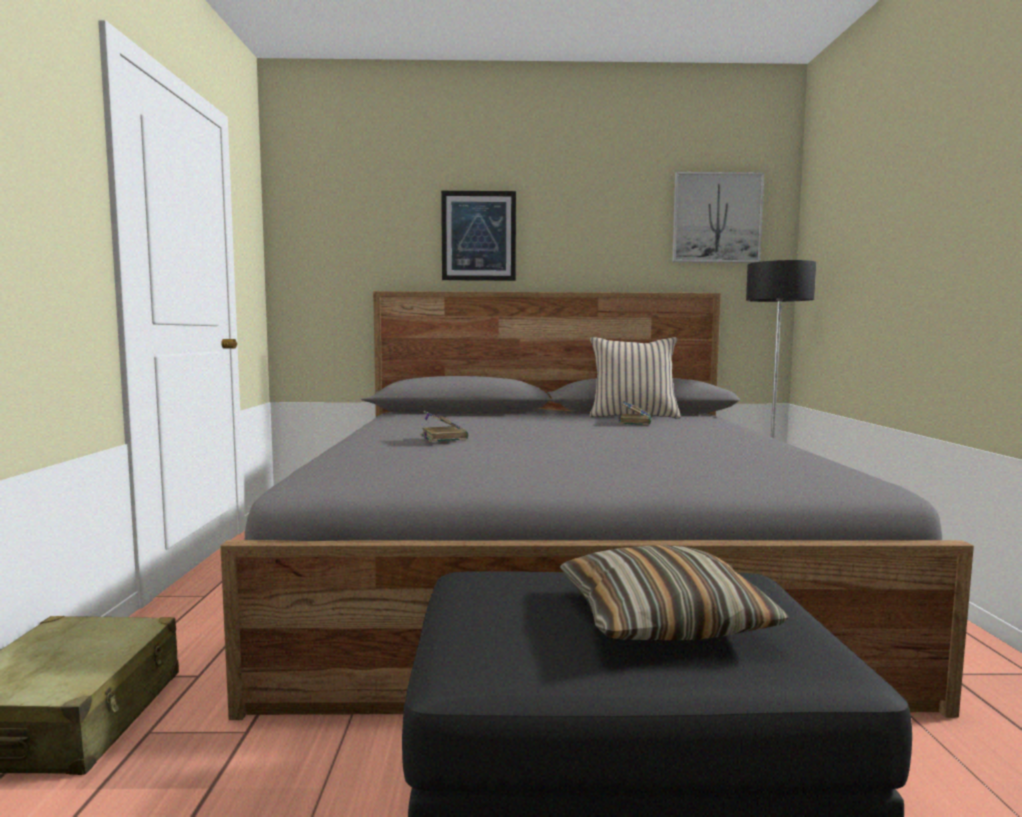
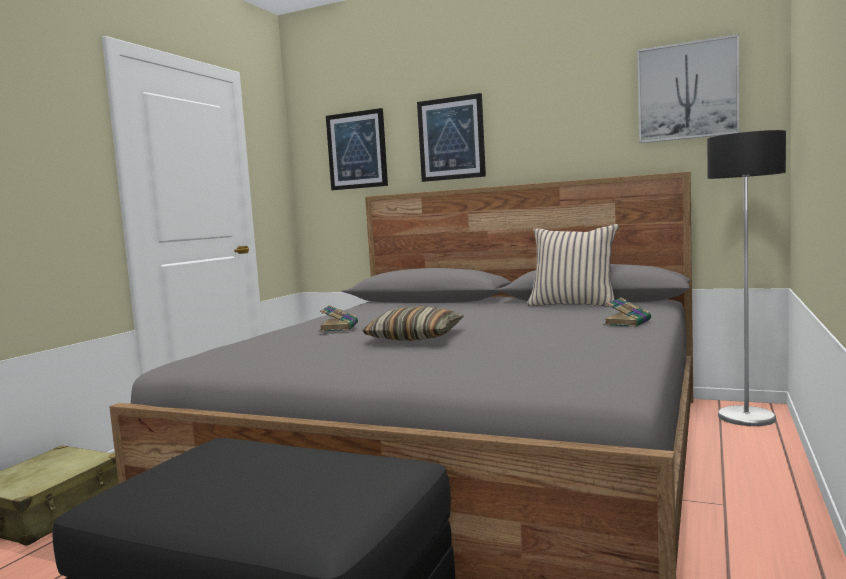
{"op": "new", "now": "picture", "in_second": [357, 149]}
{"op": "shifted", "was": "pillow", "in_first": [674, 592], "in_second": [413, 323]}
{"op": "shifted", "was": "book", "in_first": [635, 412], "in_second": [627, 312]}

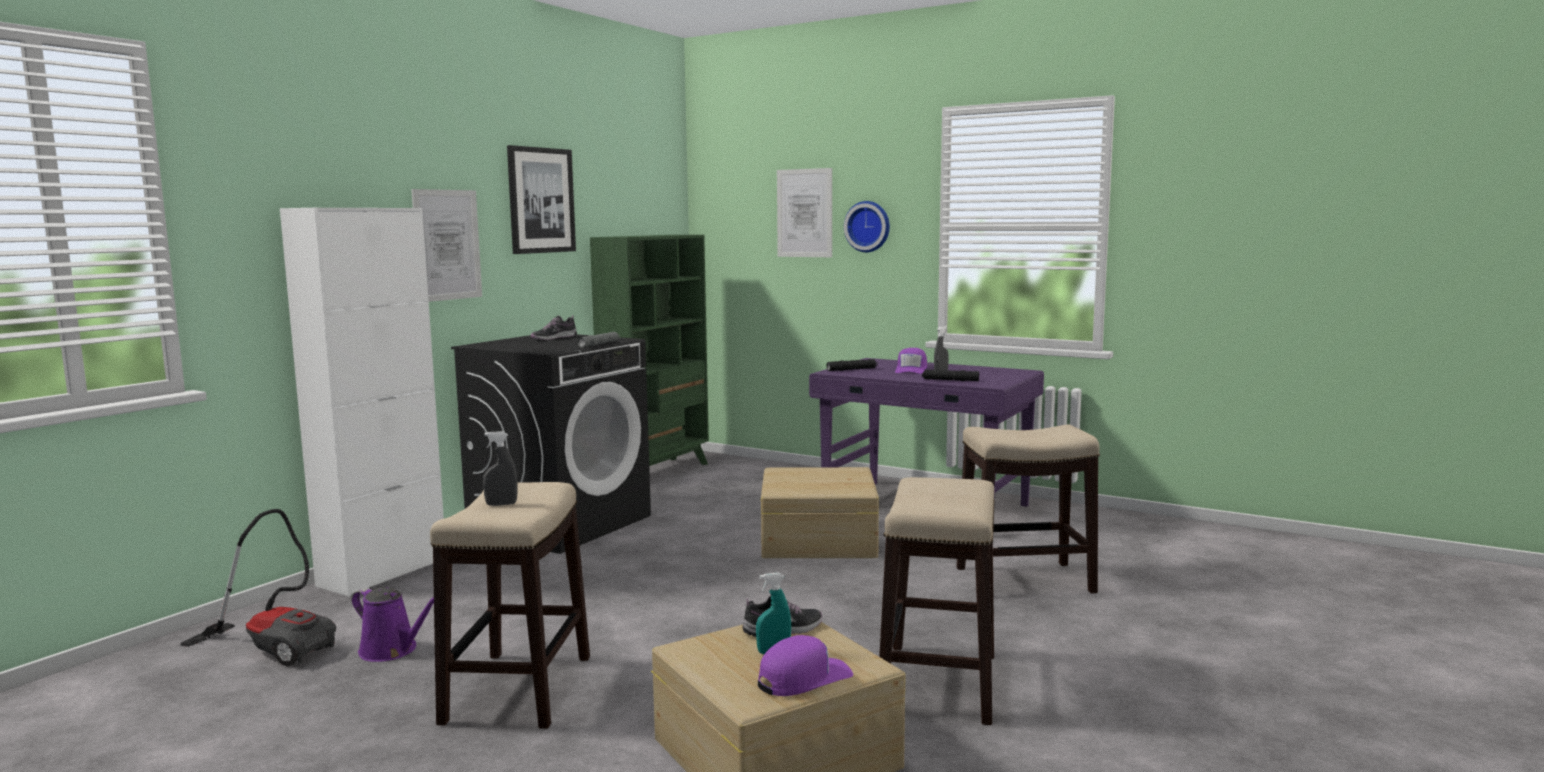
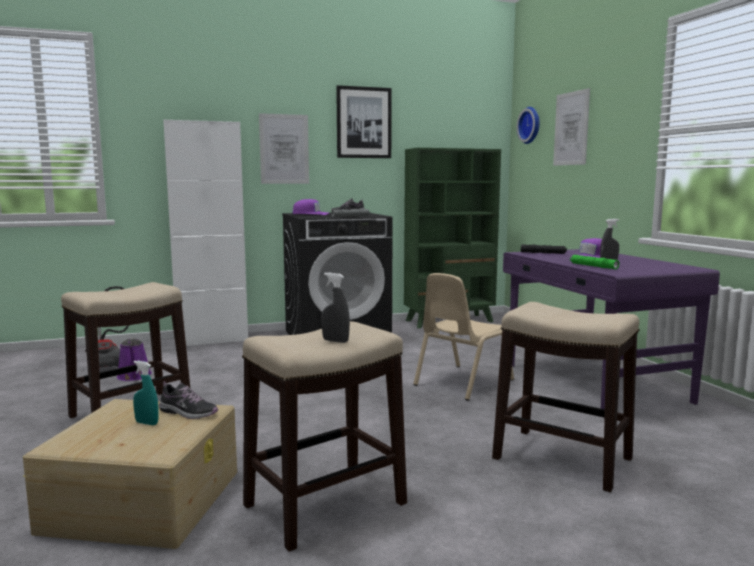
{"op": "shifted", "was": "grey spray bottle", "in_first": [500, 468], "in_second": [335, 307]}
{"op": "shifted", "was": "purple cap", "in_first": [805, 665], "in_second": [311, 207]}
{"op": "shifted", "was": "wall clock", "in_first": [867, 226], "in_second": [528, 125]}
{"op": "swapped", "was": "beige storage box", "now": "beige chair", "in_first": [820, 512], "in_second": [463, 337]}
{"op": "repainted", "was": "black flashlight", "now": "green flashlight", "in_first": [950, 375], "in_second": [594, 262]}

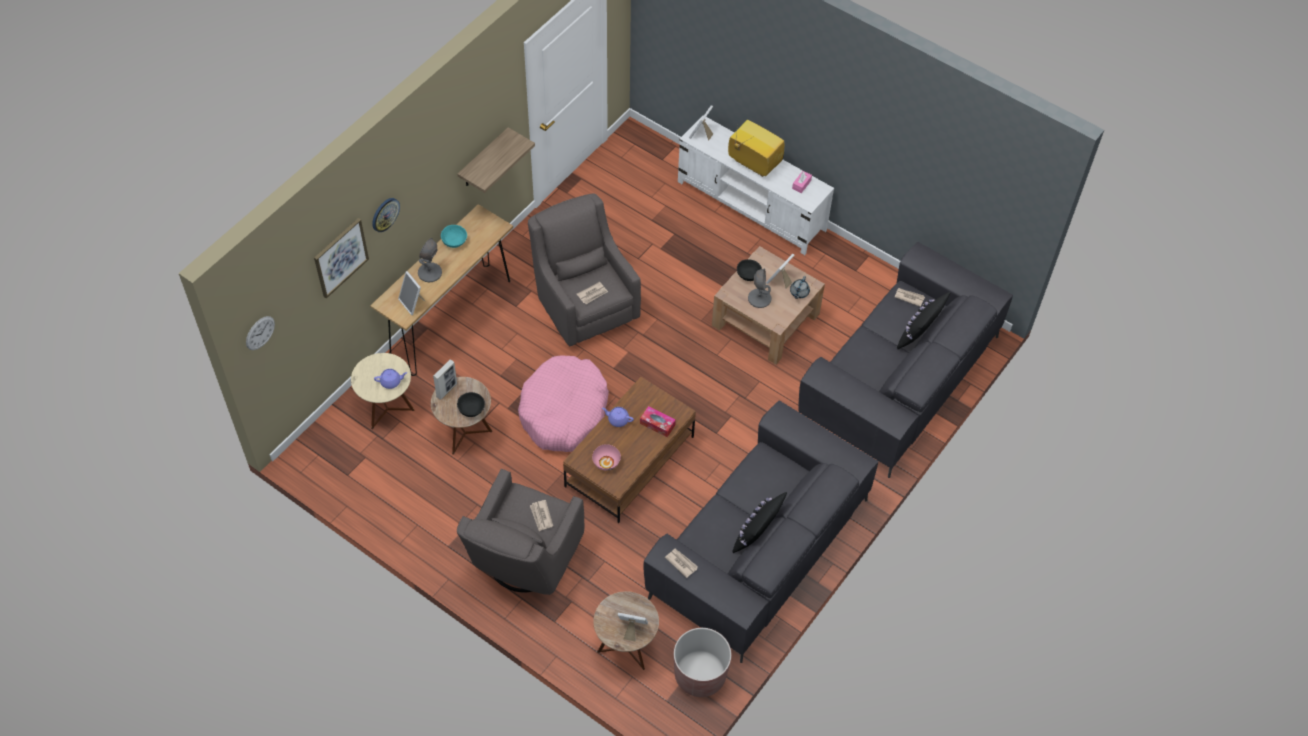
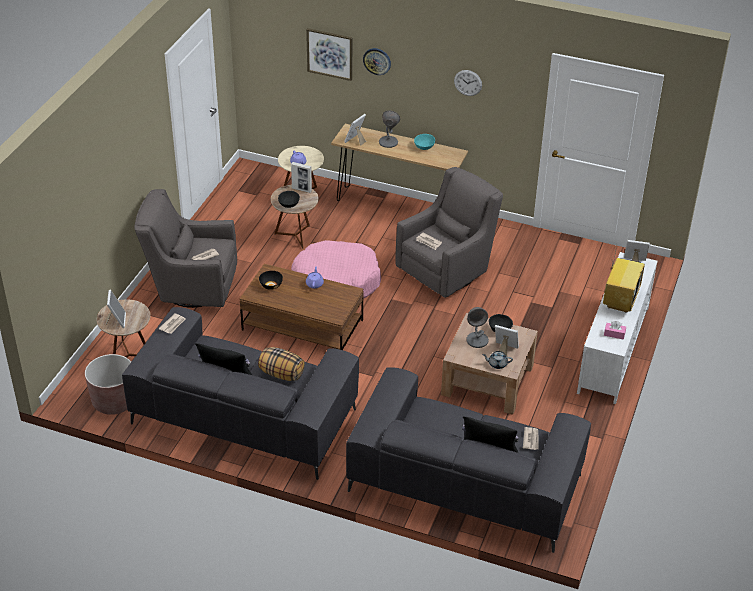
{"op": "gone", "was": "shelf", "in_first": [496, 160]}
{"op": "gone", "was": "tissue box", "in_first": [658, 421]}
{"op": "new", "now": "pillow", "in_second": [281, 364]}
{"op": "shifted", "was": "wall clock", "in_first": [260, 333], "in_second": [468, 83]}
{"op": "repainted", "was": "pink bowl", "now": "black bowl", "in_first": [606, 457], "in_second": [271, 280]}

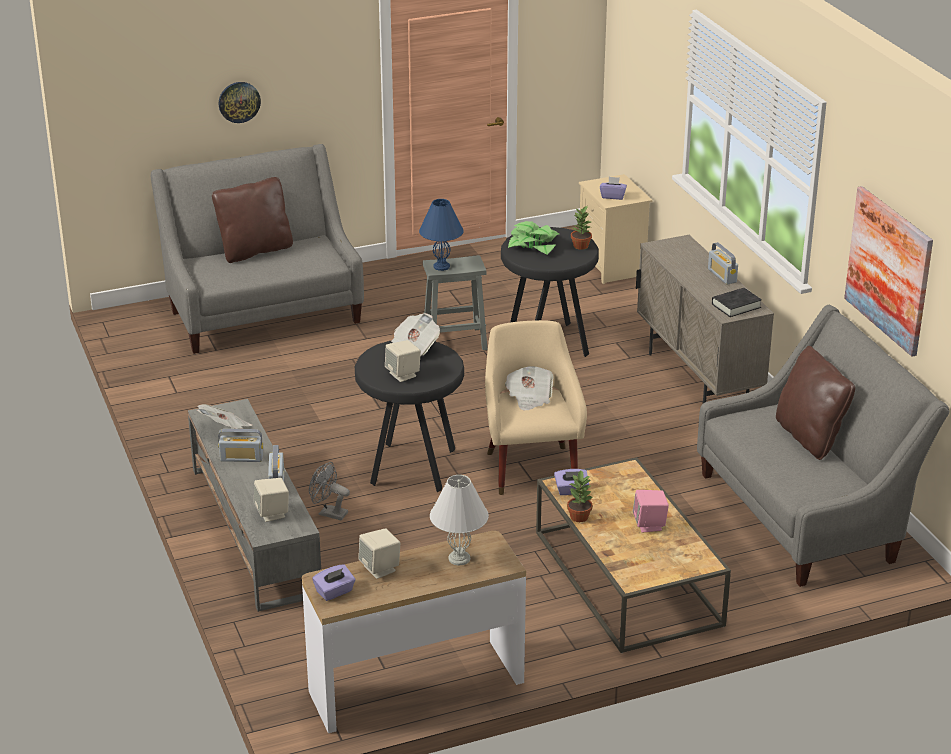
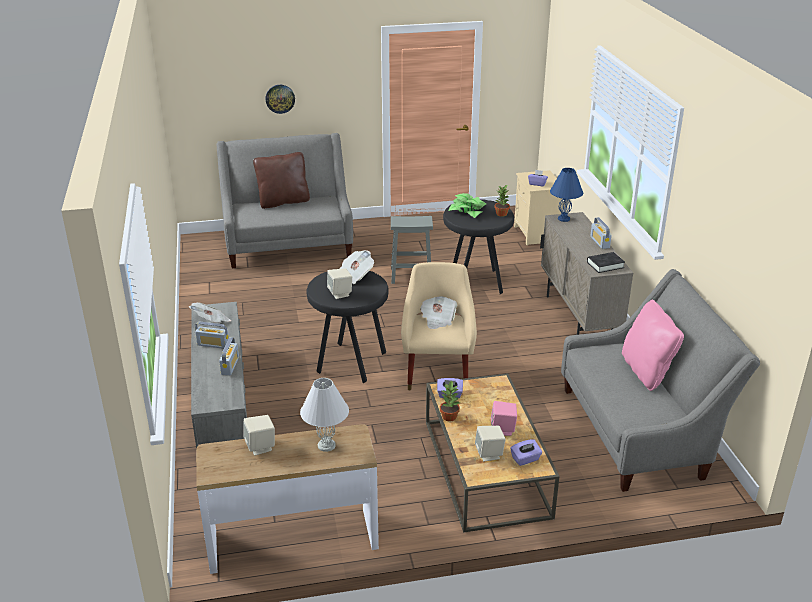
{"op": "gone", "was": "grey fan", "in_first": [329, 491]}
{"op": "gone", "was": "picture", "in_first": [888, 271]}
{"op": "shifted", "was": "beige speaker", "in_first": [271, 500], "in_second": [490, 444]}
{"op": "shifted", "was": "purple tissue box", "in_first": [334, 582], "in_second": [526, 452]}
{"op": "shifted", "was": "blue table lamp", "in_first": [441, 235], "in_second": [566, 195]}
{"op": "repainted", "was": "brown pillow", "now": "pink pillow", "in_first": [815, 403], "in_second": [653, 345]}

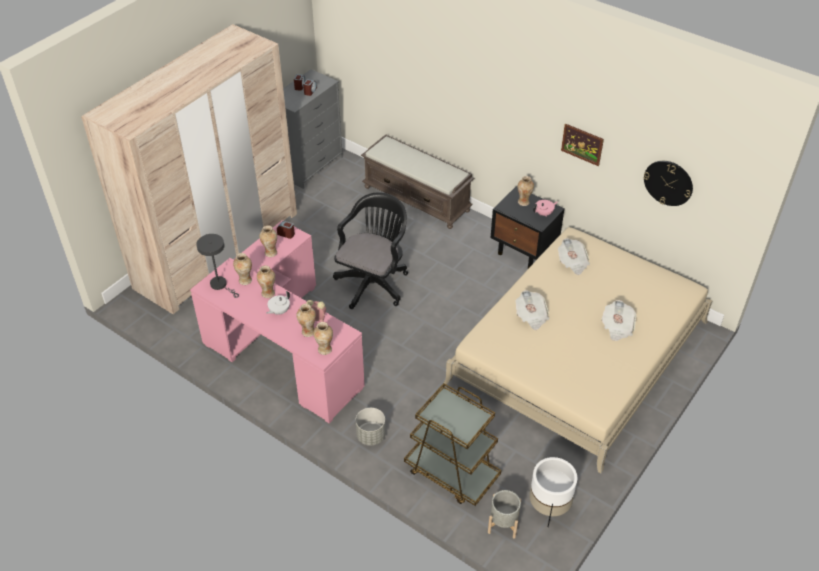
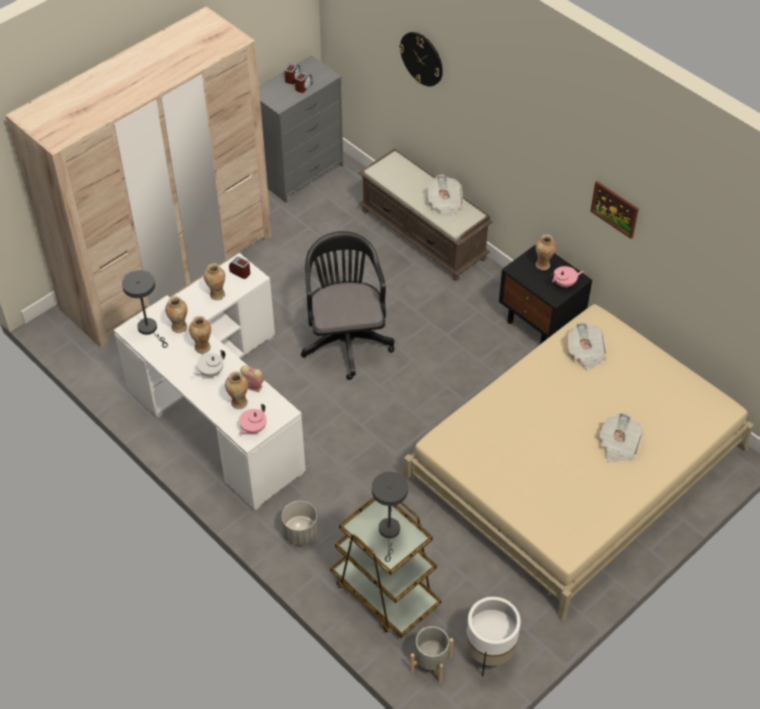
{"op": "new", "now": "grey table lamp", "in_second": [390, 517]}
{"op": "shifted", "was": "newspaper", "in_first": [532, 310], "in_second": [445, 196]}
{"op": "shifted", "was": "wall clock", "in_first": [668, 183], "in_second": [421, 59]}
{"op": "swapped", "was": "vase", "now": "pink teapot", "in_first": [323, 338], "in_second": [253, 419]}
{"op": "repainted", "was": "pink desk", "now": "white desk", "in_first": [277, 321], "in_second": [210, 382]}
{"op": "rotated", "was": "black office chair", "in_first": [370, 250], "in_second": [348, 305], "clockwise": -45}

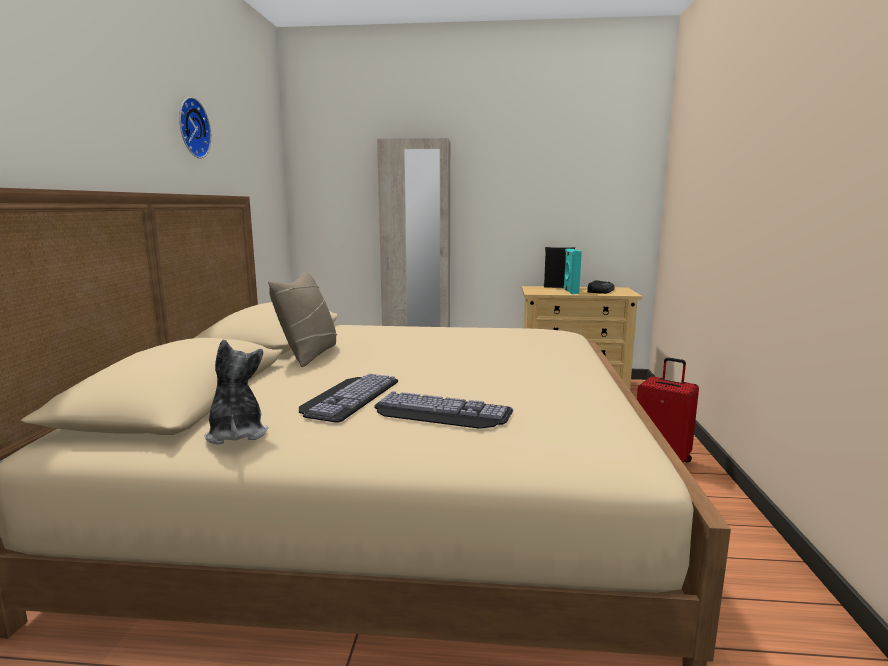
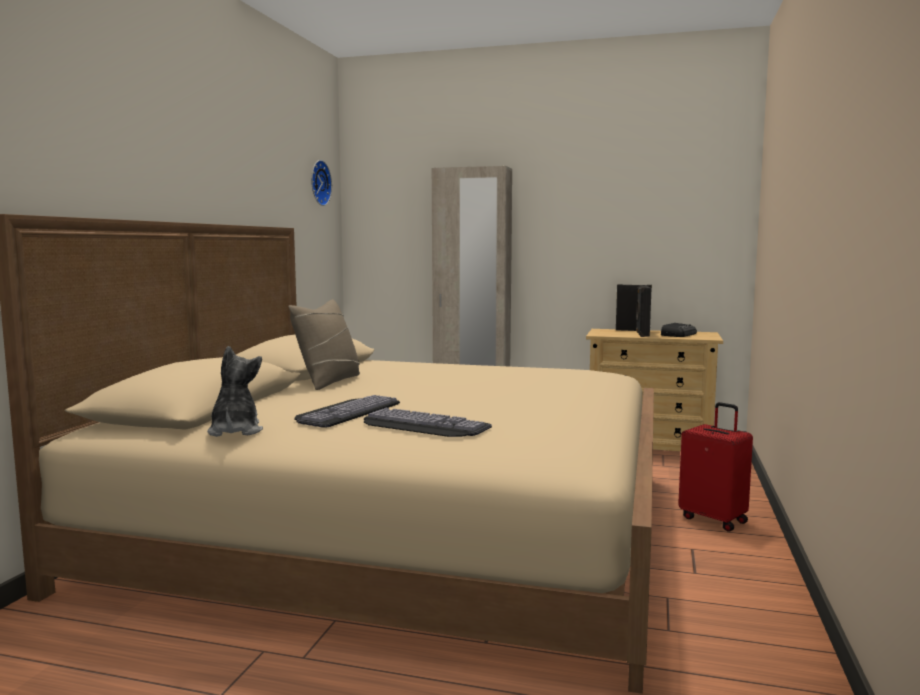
{"op": "shifted", "was": "wall clock", "in_first": [195, 127], "in_second": [321, 183]}
{"op": "repainted", "was": "turquoise speaker", "now": "black speaker", "in_first": [572, 271], "in_second": [644, 311]}

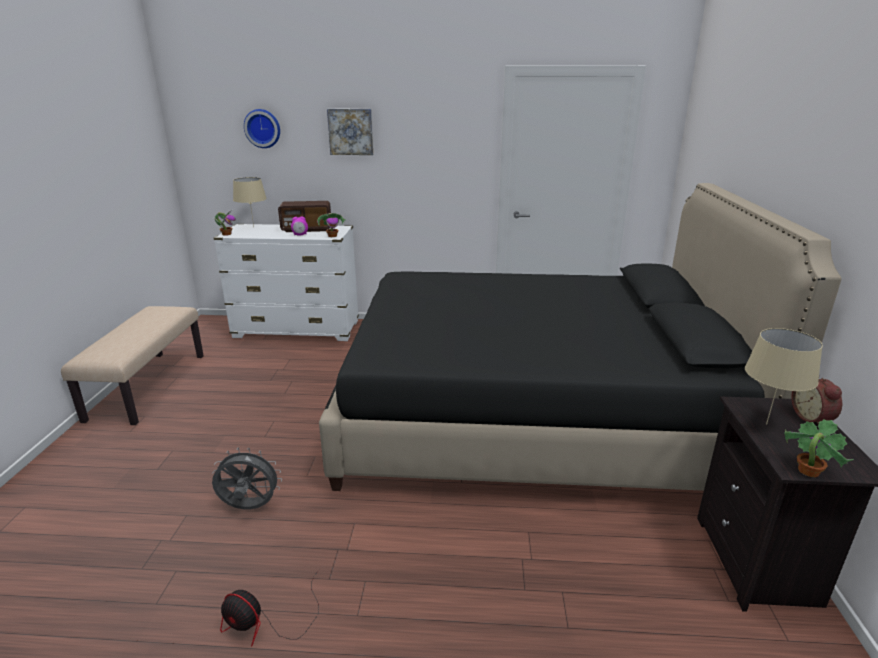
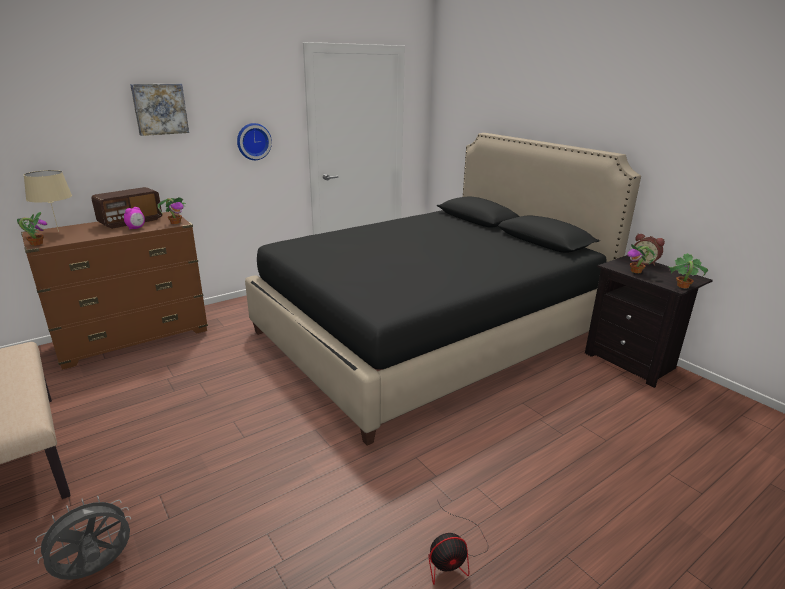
{"op": "shifted", "was": "grey fan", "in_first": [247, 478], "in_second": [82, 538]}
{"op": "shifted", "was": "wall clock", "in_first": [262, 128], "in_second": [254, 141]}
{"op": "swapped", "was": "beige table lamp", "now": "potted plant", "in_first": [784, 376], "in_second": [641, 258]}
{"op": "repainted", "was": "white dresser", "now": "brown dresser", "in_first": [286, 282], "in_second": [114, 290]}

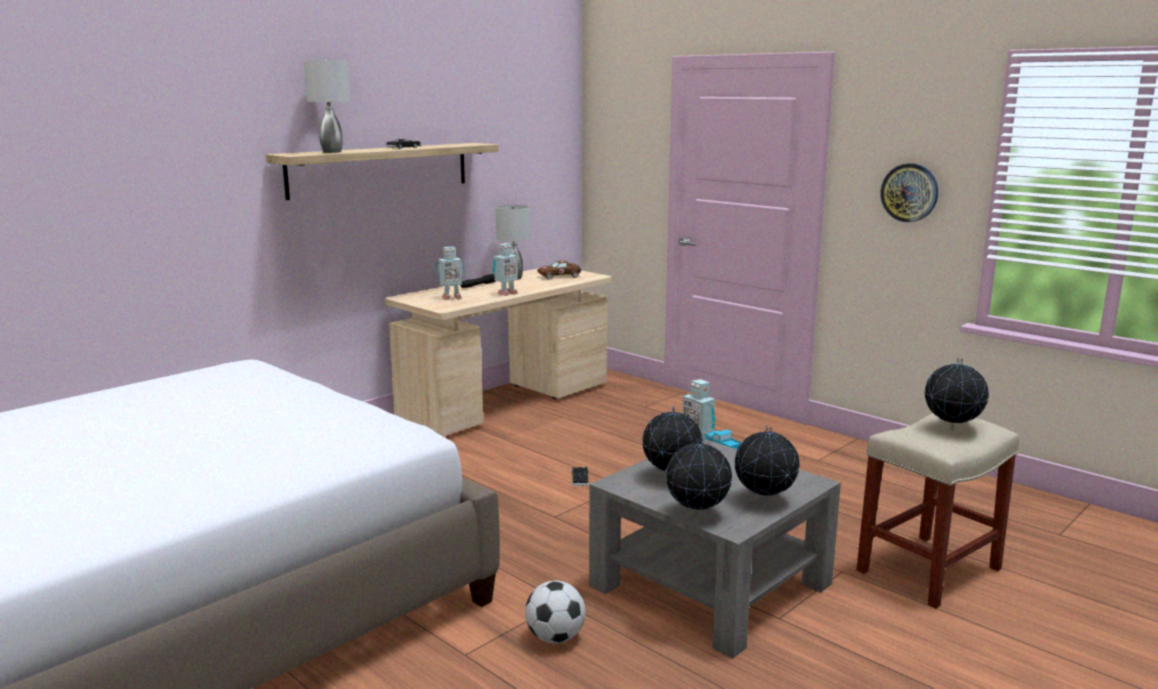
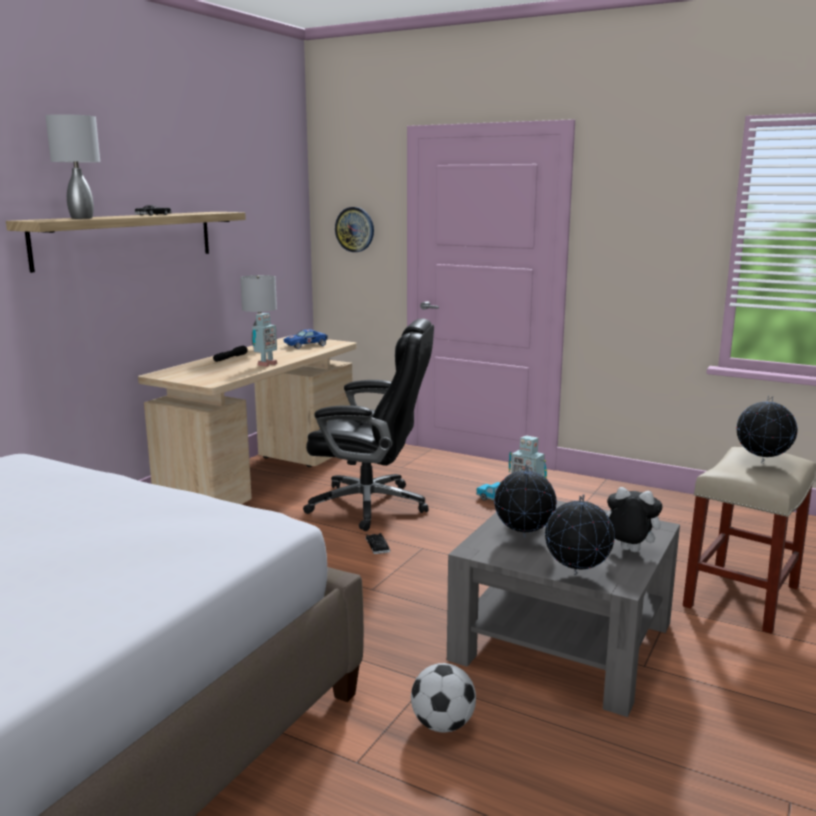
{"op": "gone", "was": "toy robot", "in_first": [449, 273]}
{"op": "new", "now": "black office chair", "in_second": [368, 424]}
{"op": "shifted", "was": "wall clock", "in_first": [909, 192], "in_second": [354, 229]}
{"op": "swapped", "was": "globe", "now": "plush toy", "in_first": [767, 463], "in_second": [634, 519]}
{"op": "repainted", "was": "brown toy car", "now": "blue toy car", "in_first": [559, 270], "in_second": [306, 339]}

